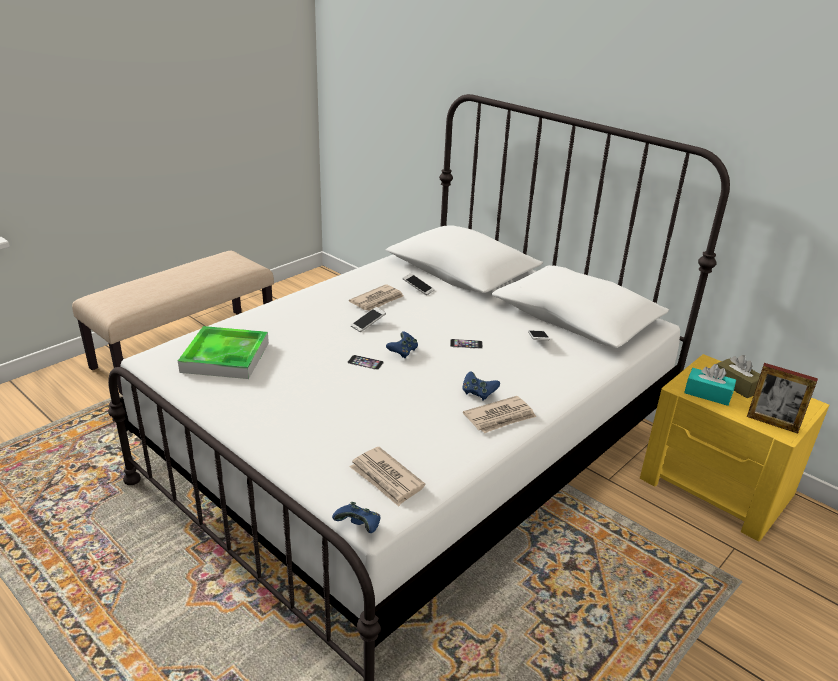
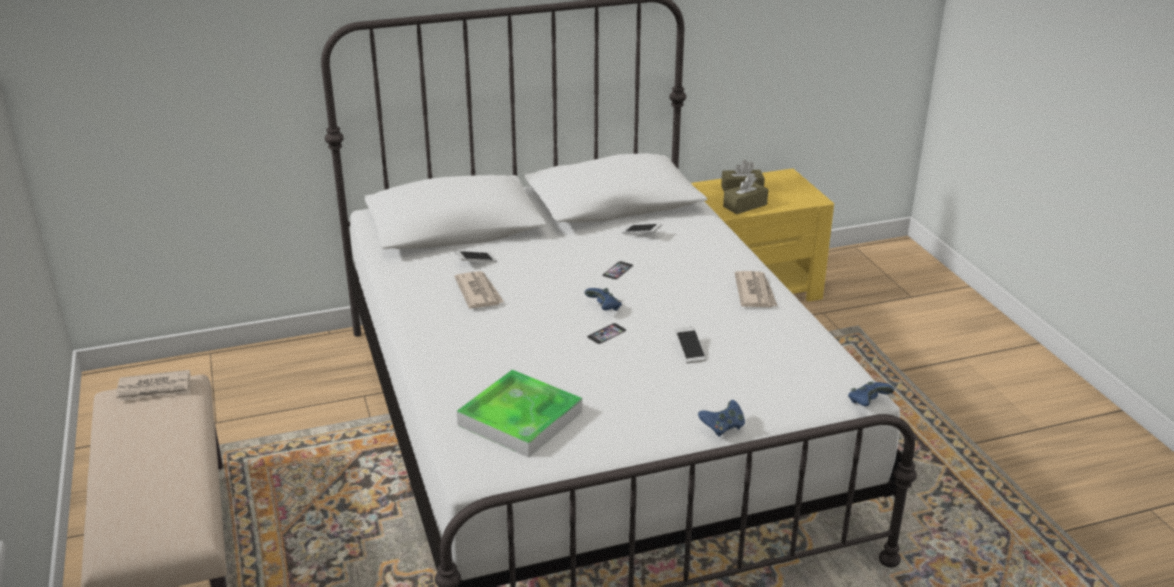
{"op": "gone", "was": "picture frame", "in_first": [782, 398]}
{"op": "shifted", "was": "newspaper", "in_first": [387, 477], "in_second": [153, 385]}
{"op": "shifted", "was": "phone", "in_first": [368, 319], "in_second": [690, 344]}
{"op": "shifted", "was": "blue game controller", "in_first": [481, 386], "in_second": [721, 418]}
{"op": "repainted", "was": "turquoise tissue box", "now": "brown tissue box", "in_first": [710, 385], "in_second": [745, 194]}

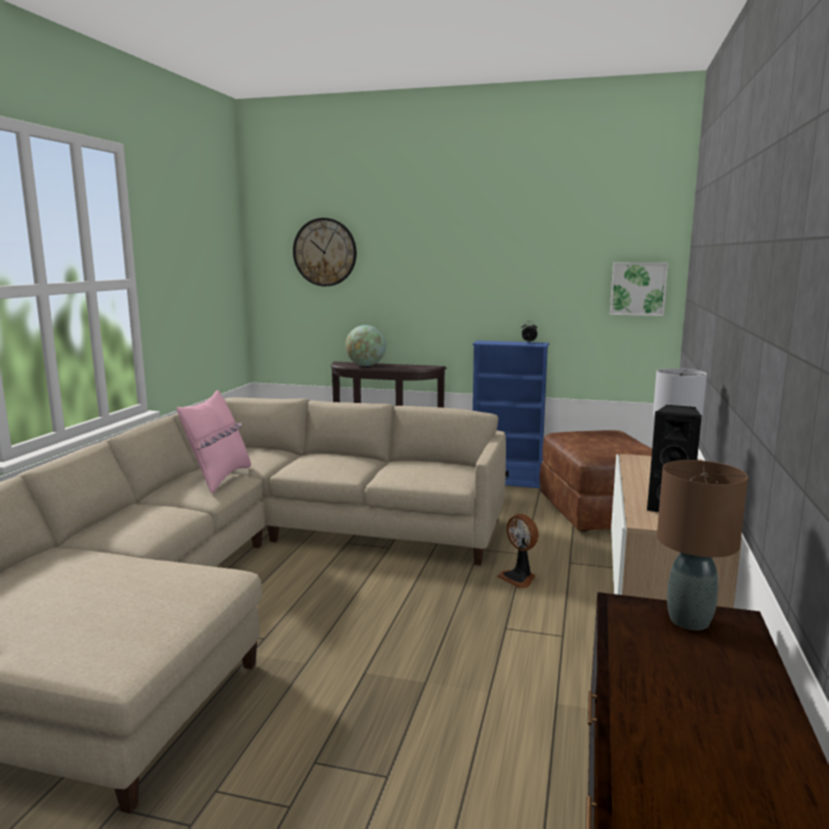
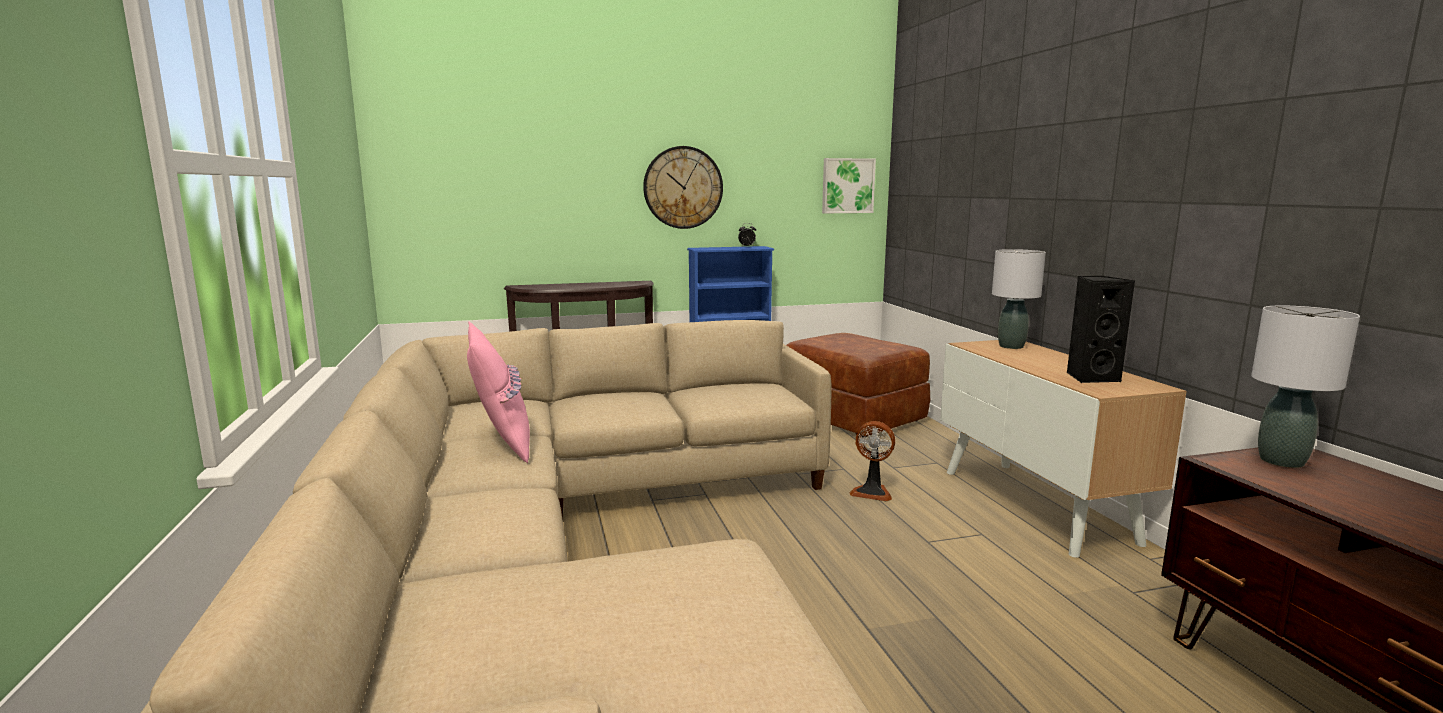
{"op": "gone", "was": "globe", "in_first": [365, 345]}
{"op": "shifted", "was": "wall clock", "in_first": [325, 252], "in_second": [683, 187]}
{"op": "repainted", "was": "brown table lamp", "now": "grey table lamp", "in_first": [702, 545], "in_second": [1305, 386]}

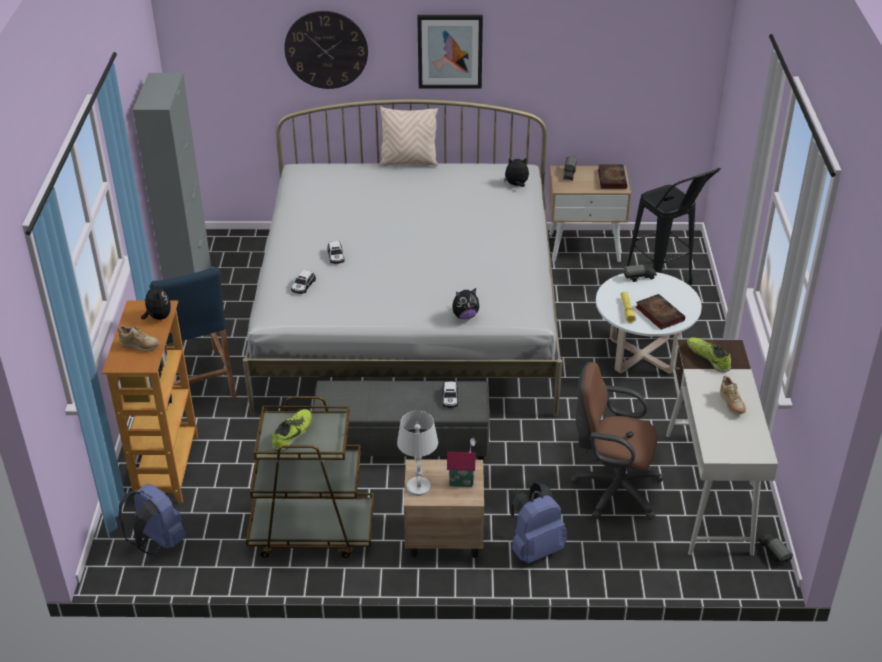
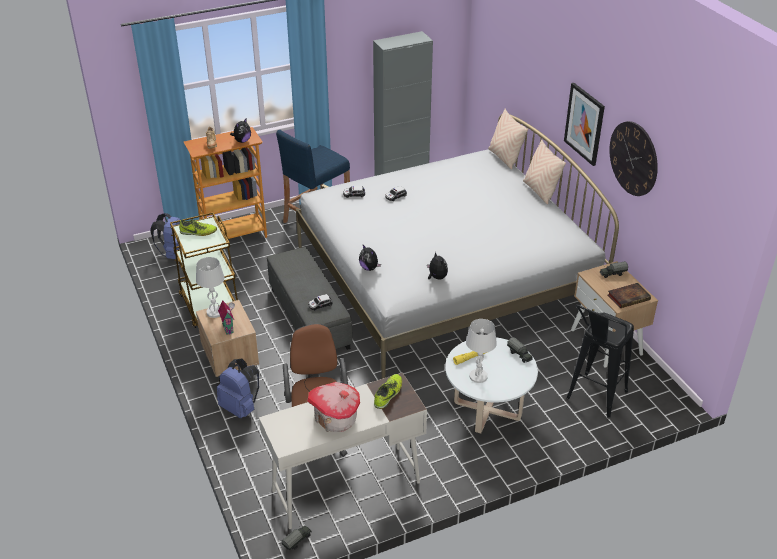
{"op": "new", "now": "beige pillow", "in_second": [508, 139]}
{"op": "shifted", "was": "wall clock", "in_first": [326, 50], "in_second": [633, 158]}
{"op": "shifted", "was": "plush toy", "in_first": [516, 172], "in_second": [437, 266]}
{"op": "swapped", "was": "book", "now": "white table lamp", "in_first": [660, 312], "in_second": [481, 351]}
{"op": "swapped", "was": "beige shoe", "now": "toy house", "in_first": [733, 395], "in_second": [333, 407]}

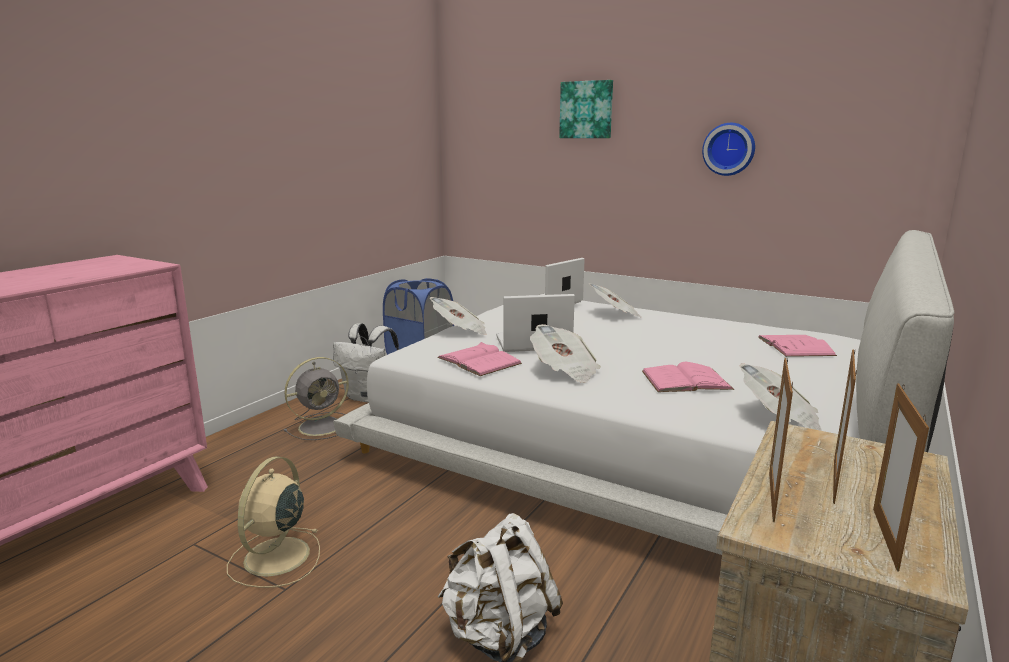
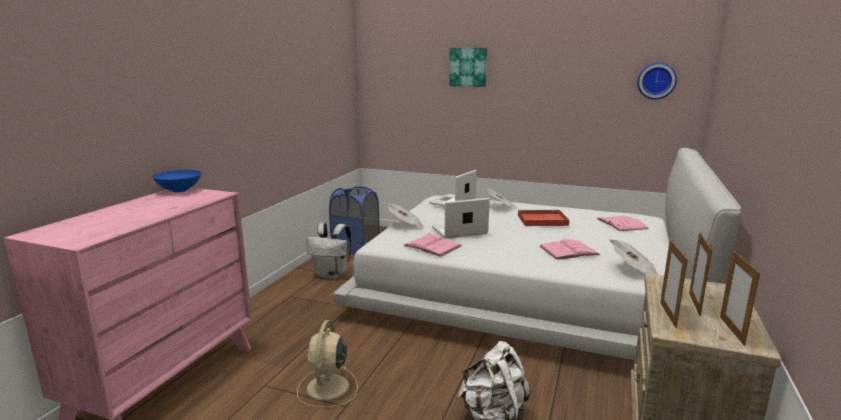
{"op": "gone", "was": "grey fan", "in_first": [316, 398]}
{"op": "gone", "was": "newspaper", "in_first": [565, 353]}
{"op": "new", "now": "blue bowl", "in_second": [177, 181]}
{"op": "new", "now": "red tray", "in_second": [543, 218]}
{"op": "shifted", "was": "wall clock", "in_first": [728, 149], "in_second": [657, 81]}

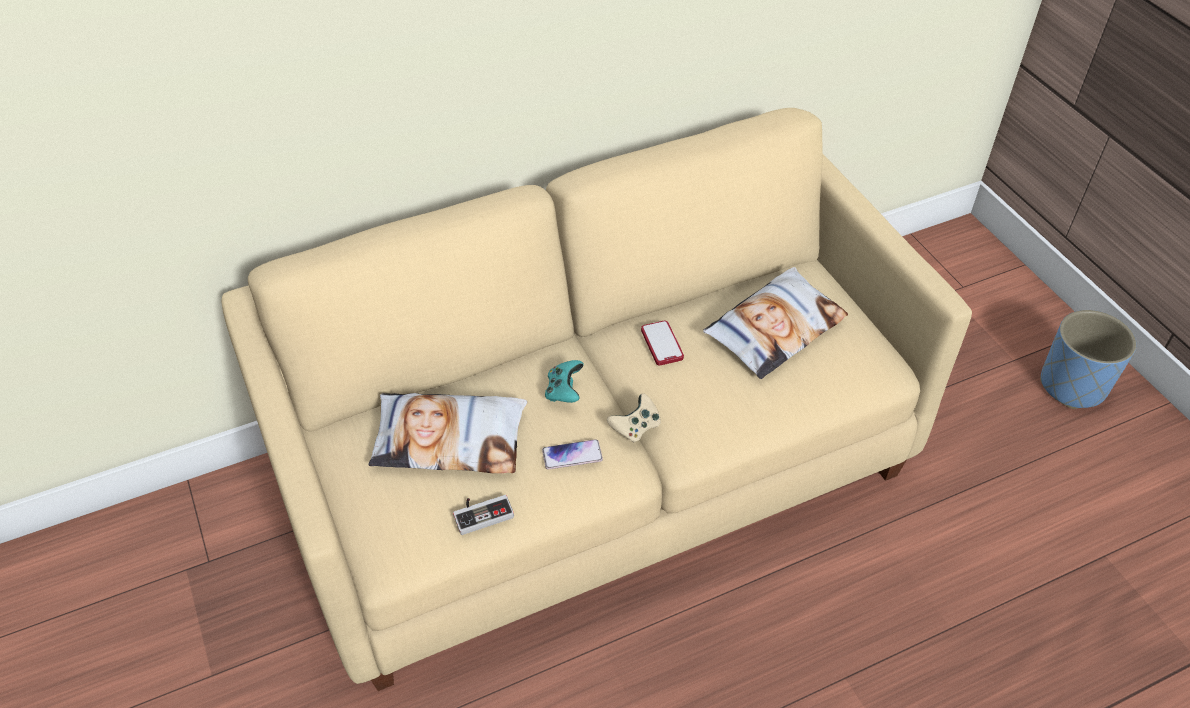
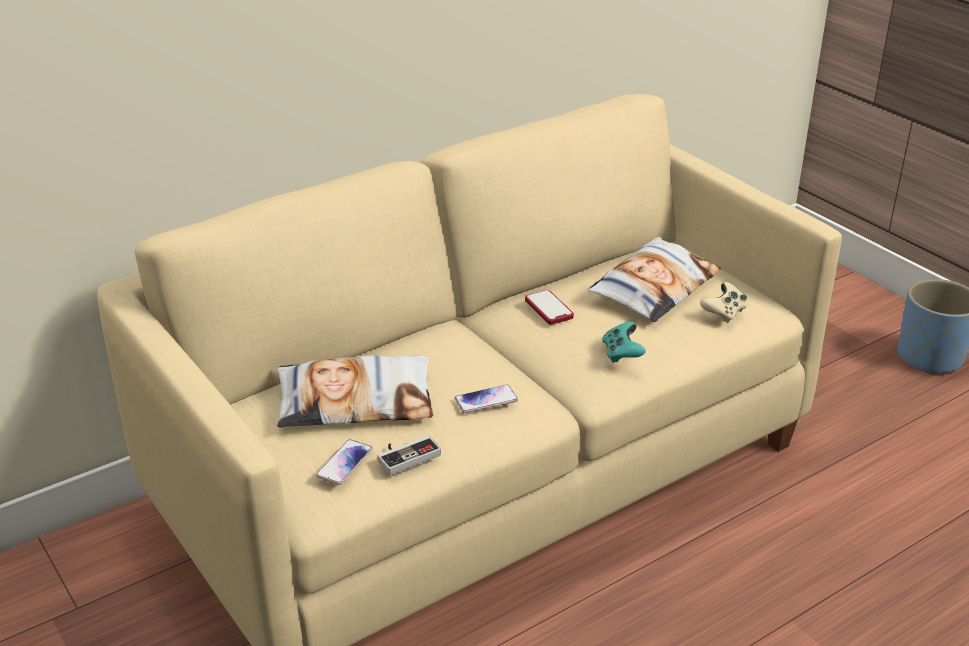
{"op": "new", "now": "phone", "in_second": [344, 462]}
{"op": "shifted", "was": "turquoise game controller", "in_first": [564, 381], "in_second": [624, 342]}
{"op": "shifted", "was": "beige game controller", "in_first": [634, 418], "in_second": [724, 302]}

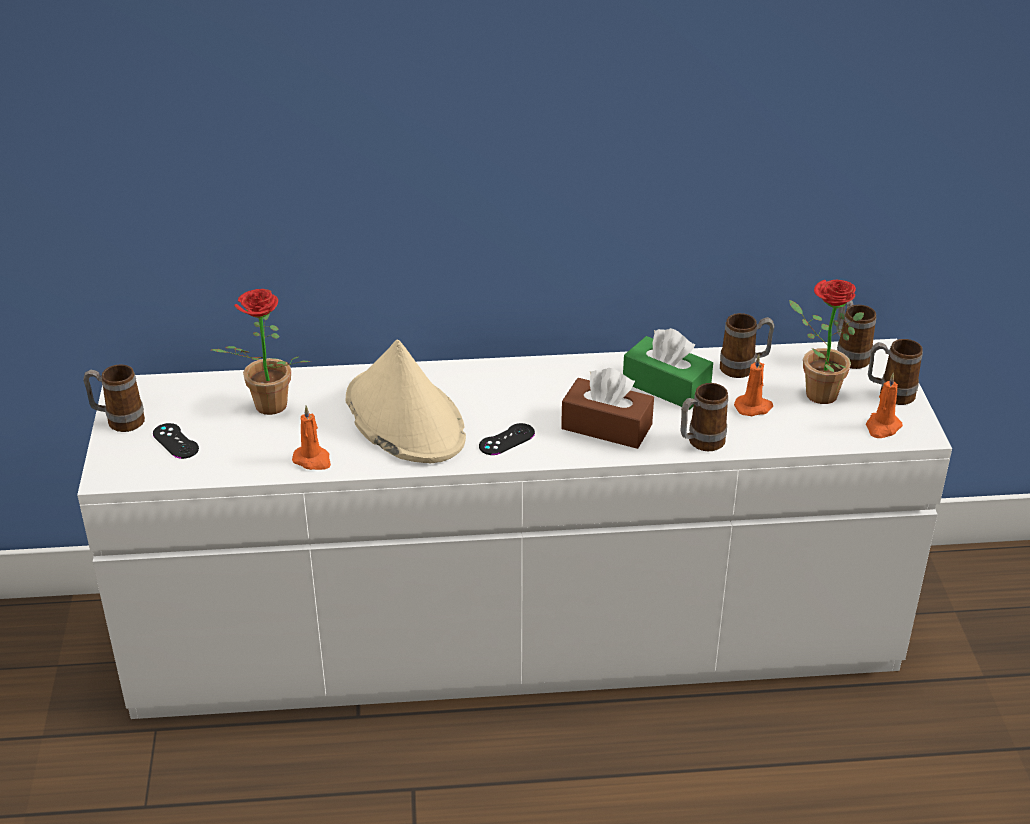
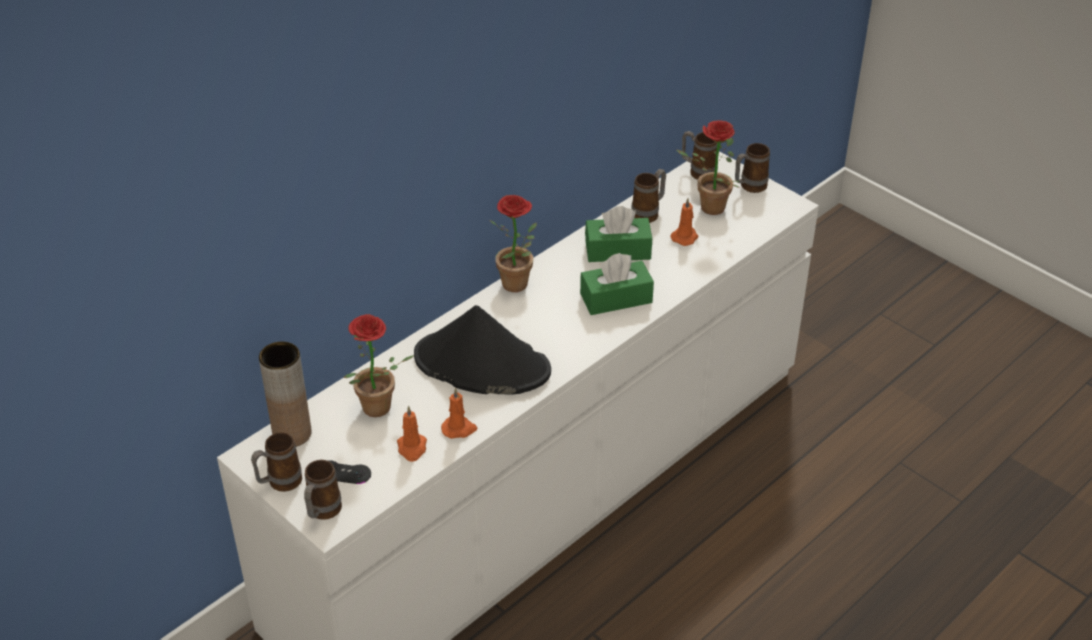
{"op": "gone", "was": "black game controller", "in_first": [507, 439]}
{"op": "new", "now": "brown vase", "in_second": [285, 394]}
{"op": "new", "now": "potted plant", "in_second": [513, 243]}
{"op": "shifted", "was": "mug", "in_first": [704, 417], "in_second": [323, 490]}
{"op": "shifted", "was": "orange candle", "in_first": [884, 405], "in_second": [412, 434]}
{"op": "repainted", "was": "beige hat", "now": "black hat", "in_first": [406, 401], "in_second": [482, 349]}
{"op": "repainted", "was": "brown tissue box", "now": "green tissue box", "in_first": [607, 408], "in_second": [617, 284]}

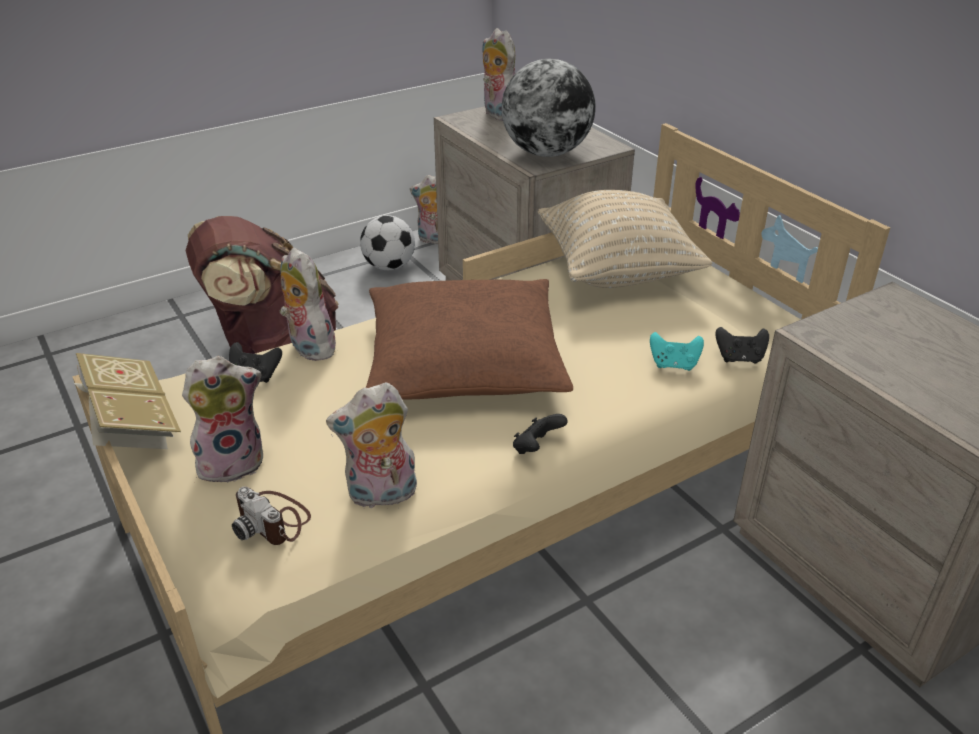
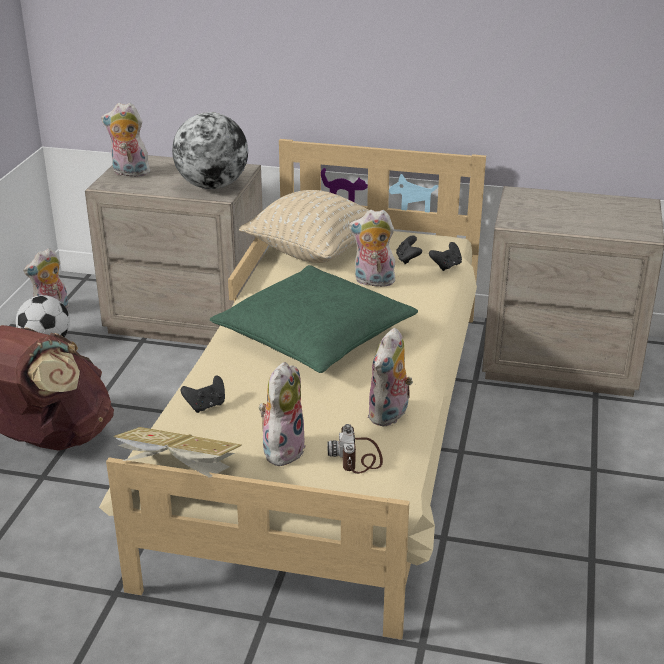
{"op": "gone", "was": "turquoise game controller", "in_first": [677, 351]}
{"op": "shifted", "was": "plush toy", "in_first": [309, 304], "in_second": [373, 248]}
{"op": "shifted", "was": "black game controller", "in_first": [540, 434], "in_second": [409, 249]}
{"op": "repainted", "was": "brown pillow", "now": "green pillow", "in_first": [469, 339], "in_second": [314, 319]}
{"op": "rotated", "was": "photo camera", "in_first": [271, 516], "in_second": [355, 449], "clockwise": 90}

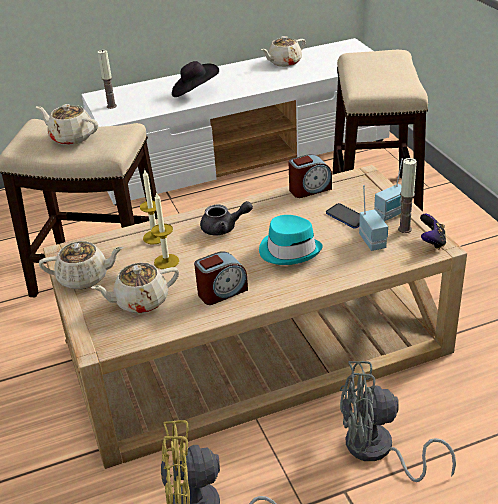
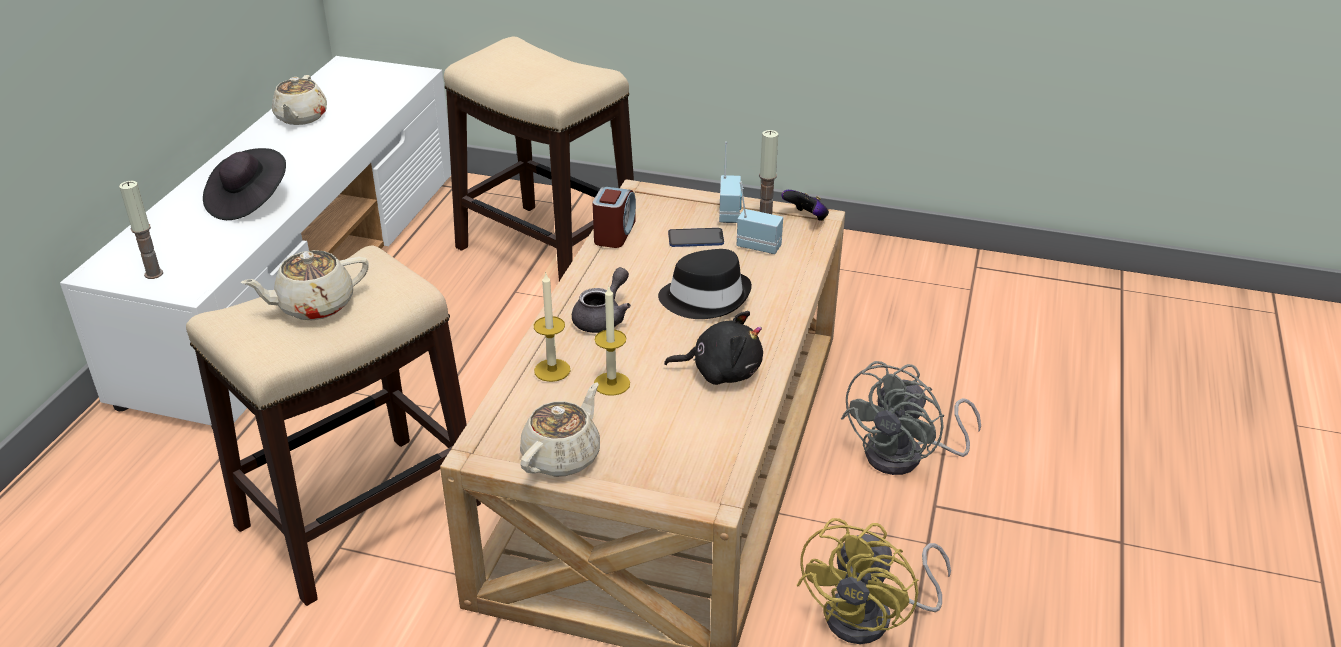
{"op": "gone", "was": "beige teapot", "in_first": [135, 288]}
{"op": "swapped", "was": "alarm clock", "now": "black plush toy", "in_first": [221, 278], "in_second": [713, 348]}
{"op": "repainted", "was": "turquoise hat", "now": "black hat", "in_first": [291, 240], "in_second": [705, 284]}

